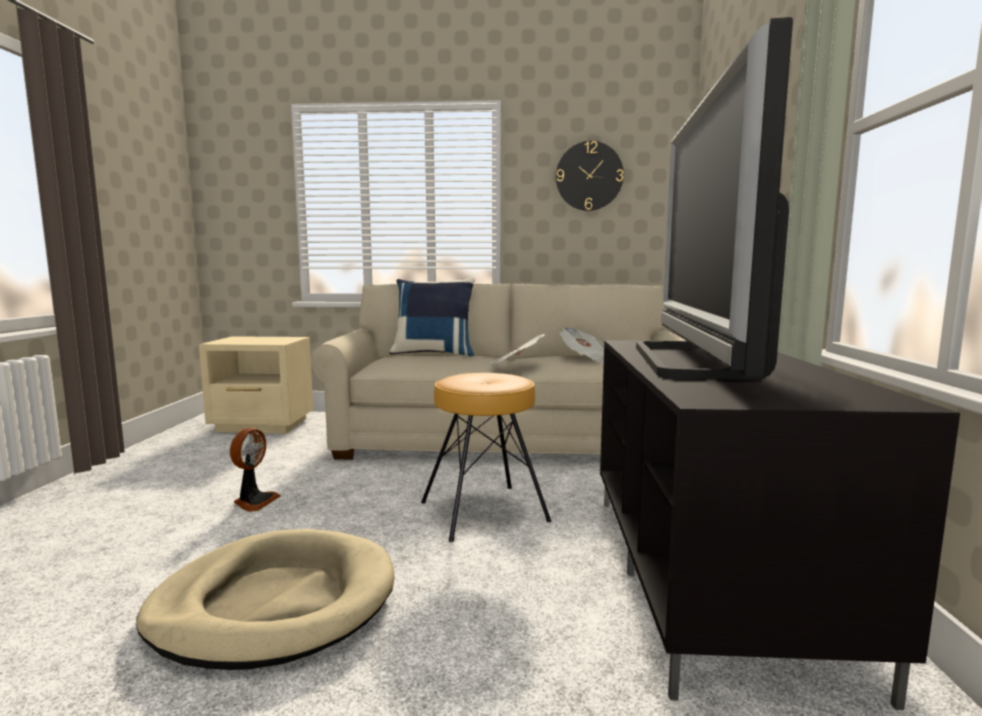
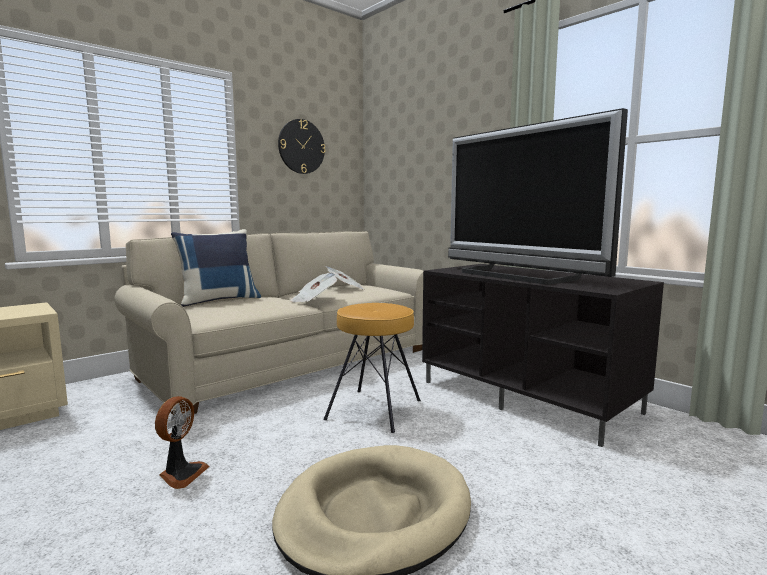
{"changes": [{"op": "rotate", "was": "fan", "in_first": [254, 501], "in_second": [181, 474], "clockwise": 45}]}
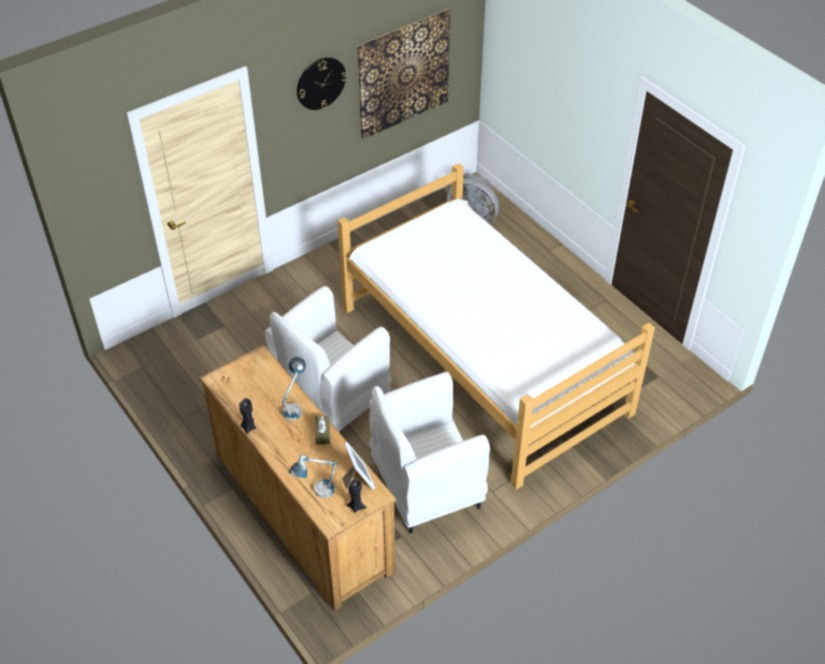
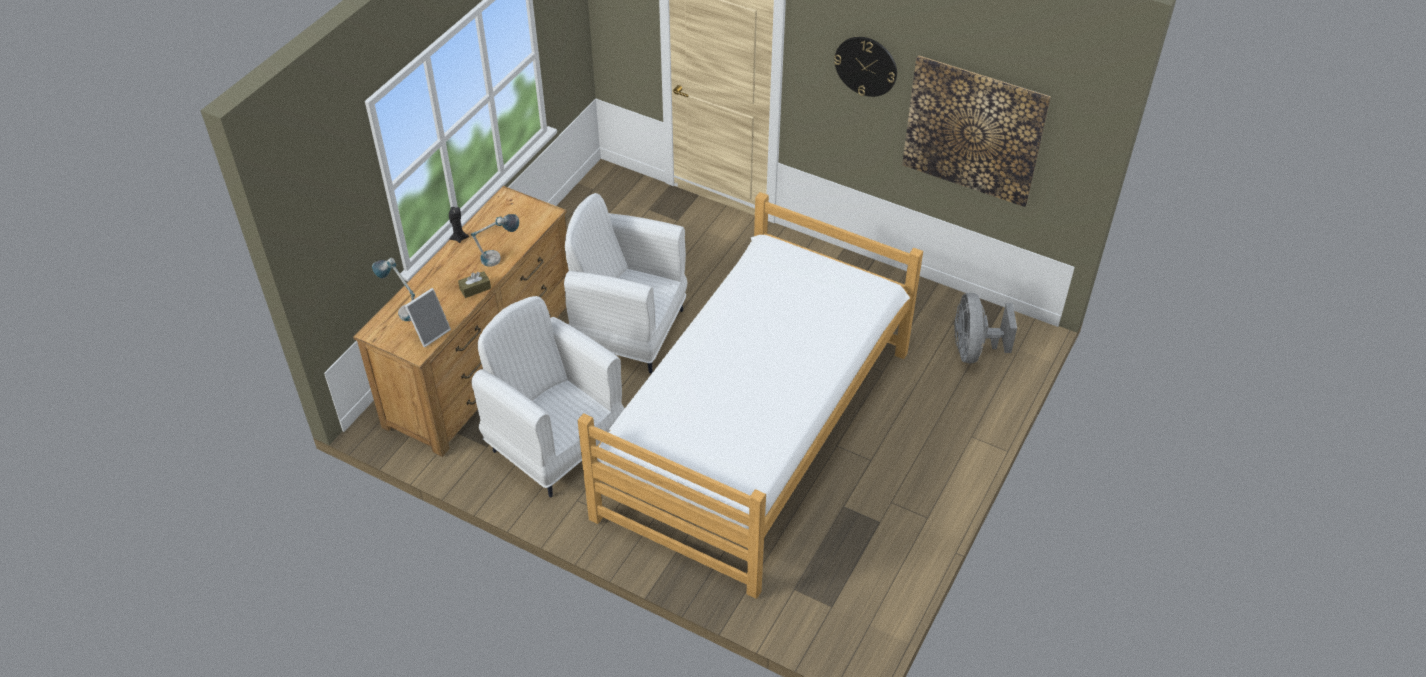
{"changes": [{"op": "delete", "was": "candle (black)", "in_first": [356, 506]}]}
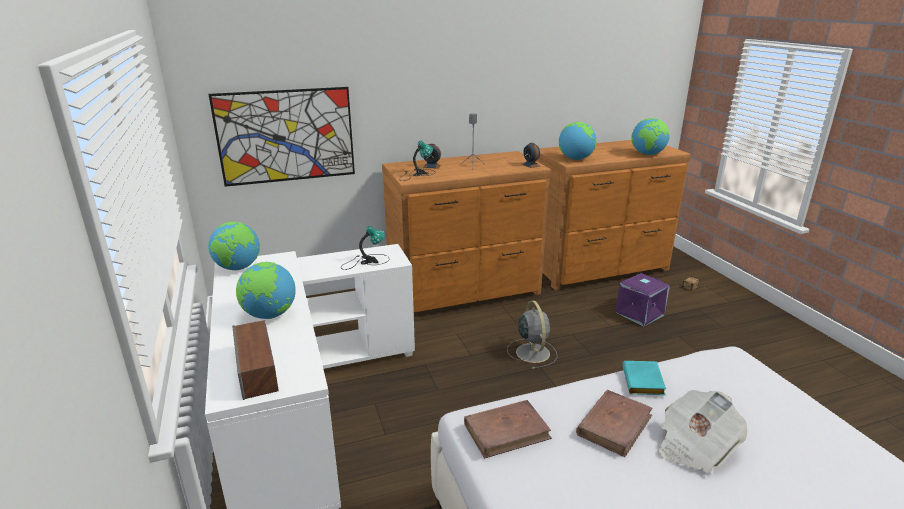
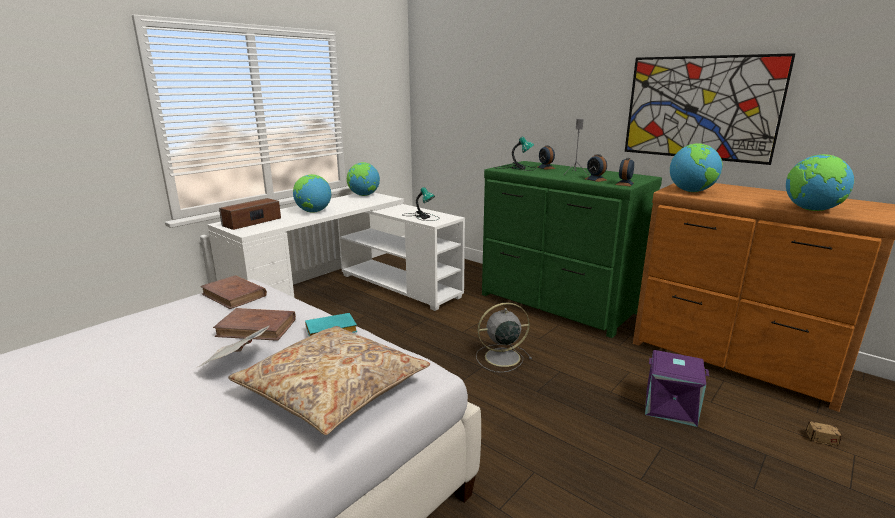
{"changes": [{"op": "move", "was": "picture", "in_first": [286, 136], "in_second": [700, 108]}, {"op": "recolor", "was": "dresser (brown)", "now": "dresser (green)", "in_first": [465, 290], "in_second": [557, 304]}, {"op": "rotate", "was": "fan (grey)", "in_first": [532, 352], "in_second": [500, 357], "clockwise": -150}, {"op": "insert", "now": "pillow (beige)", "in_second": [333, 389]}, {"op": "insert", "now": "alarm clock", "in_second": [595, 179]}]}
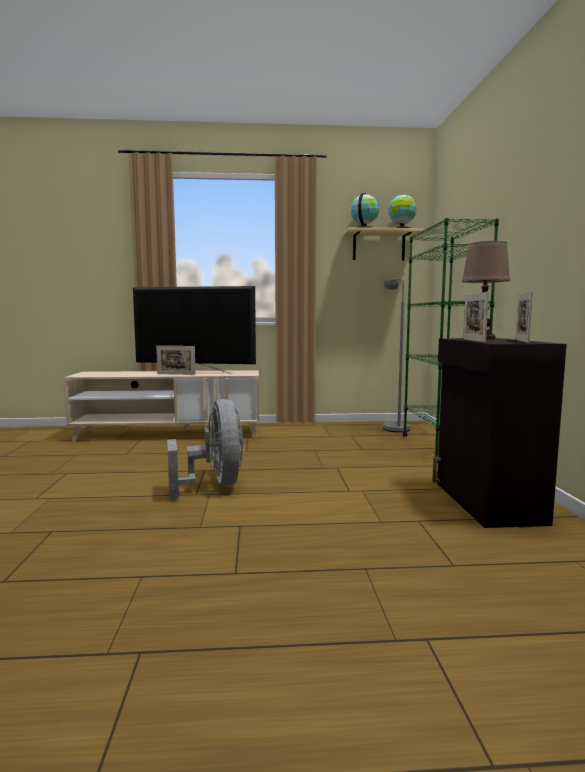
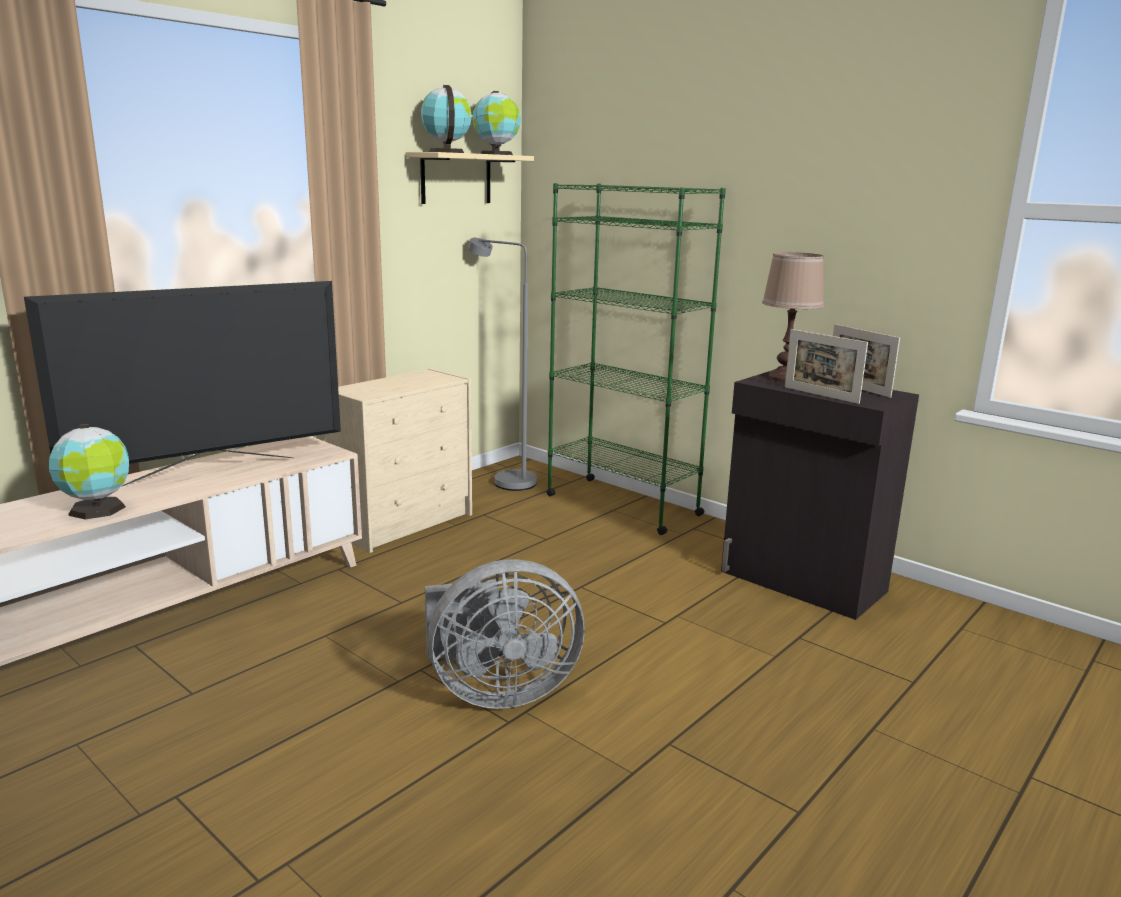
{"changes": [{"op": "delete", "was": "picture frame", "in_first": [176, 374]}, {"op": "rotate", "was": "fan (grey)", "in_first": [214, 485], "in_second": [497, 691], "clockwise": 135}, {"op": "insert", "now": "globe", "in_second": [97, 510]}, {"op": "insert", "now": "dresser (beige)", "in_second": [405, 523]}]}
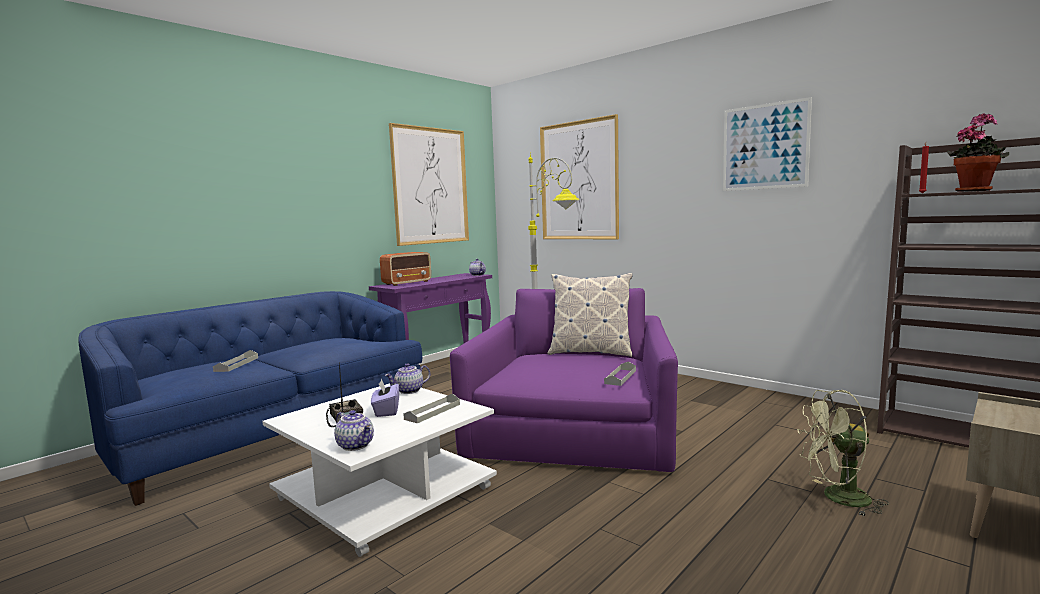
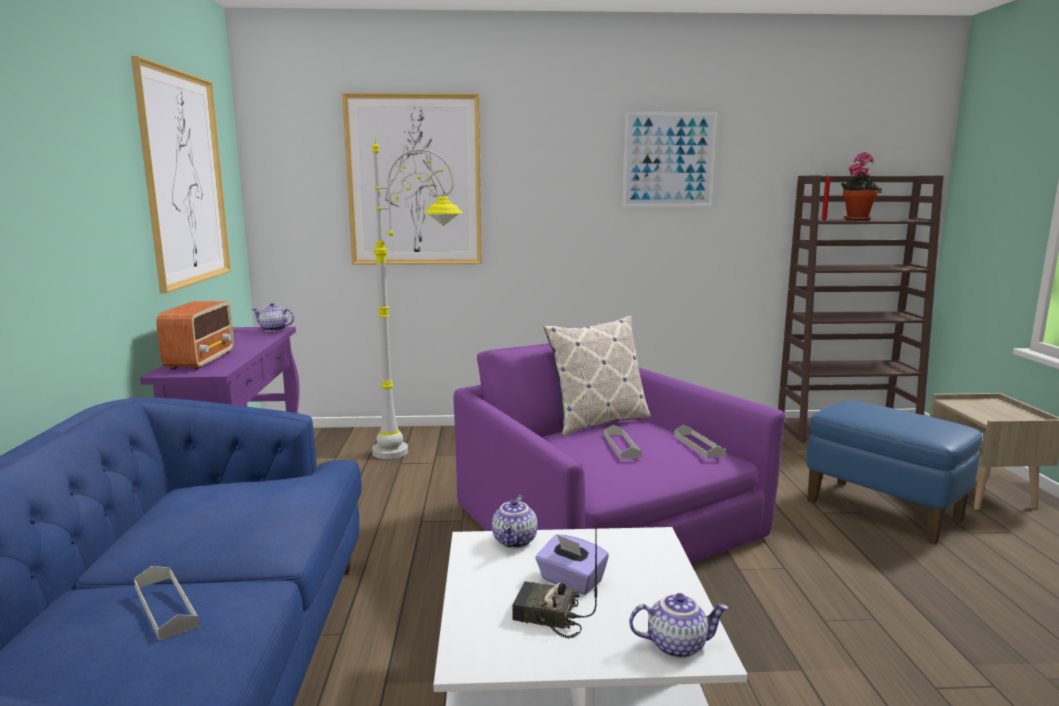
{"changes": [{"op": "move", "was": "tray (grey)", "in_first": [432, 412], "in_second": [621, 446]}, {"op": "replace", "was": "fan (green)", "now": "ottoman (blue)", "in_first": [837, 498], "in_second": [883, 511]}]}
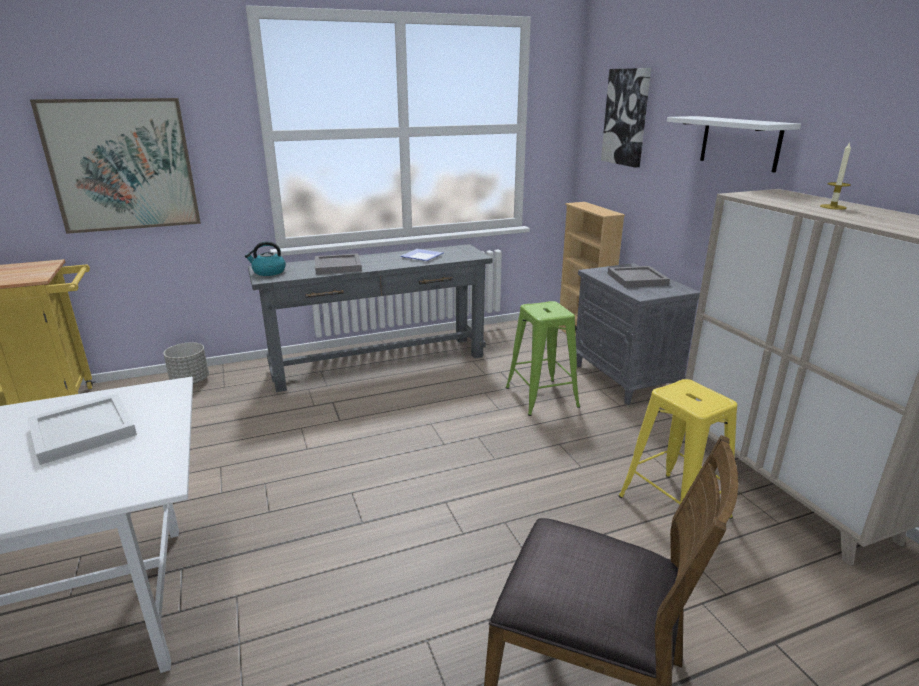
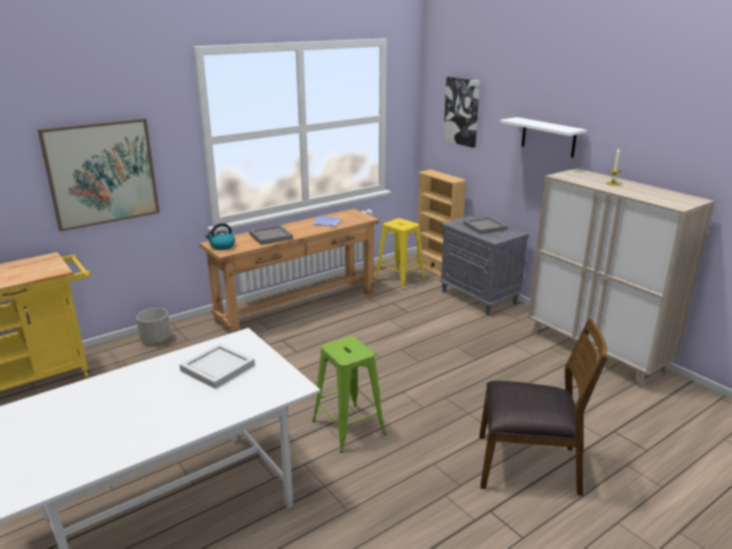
{"changes": [{"op": "recolor", "was": "console table (grey)", "now": "console table (brown)", "in_first": [379, 362], "in_second": [297, 306]}, {"op": "move", "was": "stool (green)", "in_first": [541, 397], "in_second": [348, 427]}, {"op": "move", "was": "stool (yellow)", "in_first": [673, 506], "in_second": [399, 279]}]}
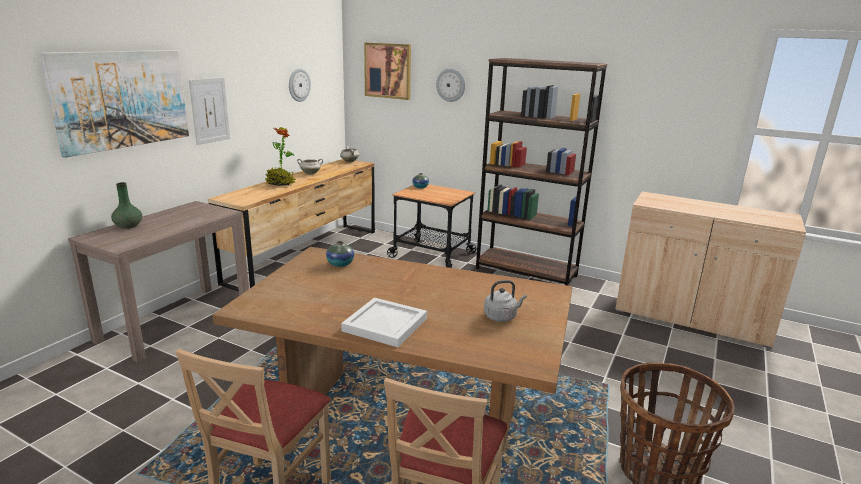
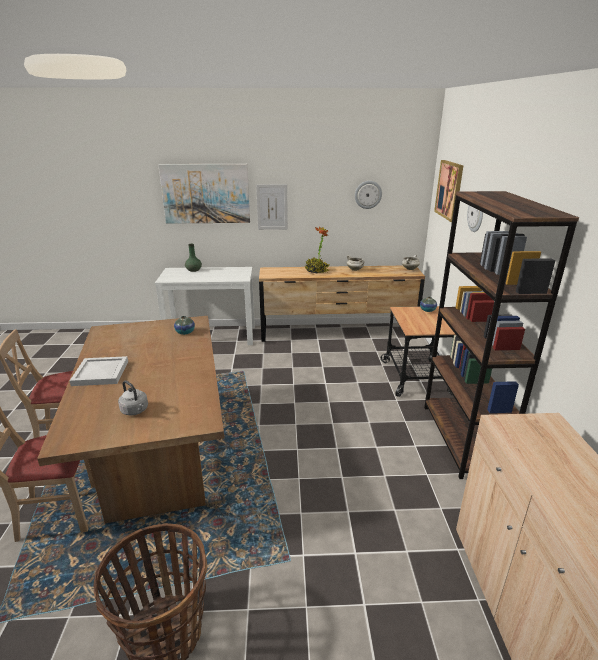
{"changes": [{"op": "recolor", "was": "console table (brown)", "now": "console table (white)", "in_first": [177, 320], "in_second": [212, 336]}]}
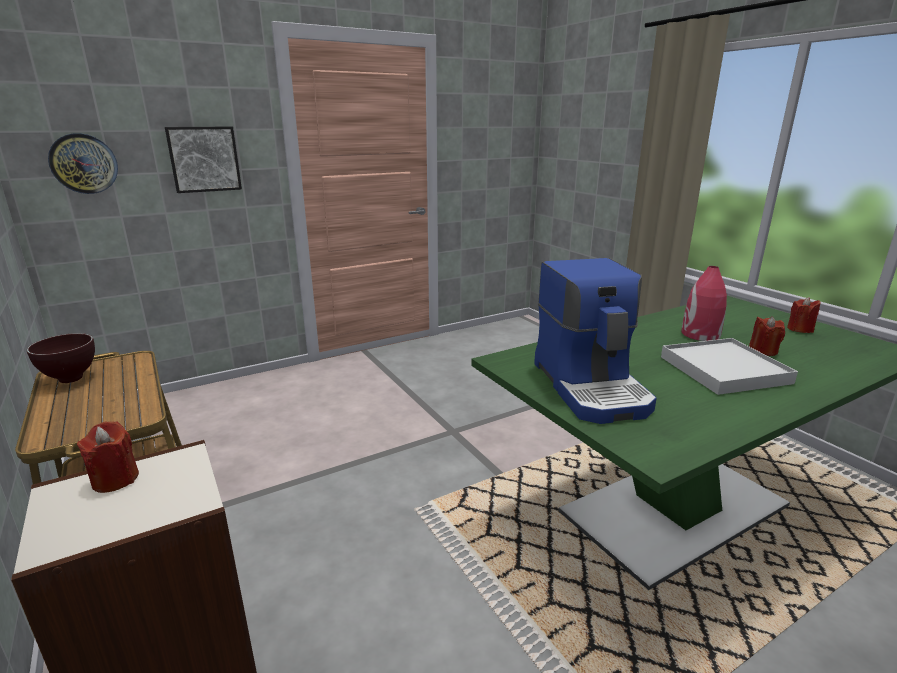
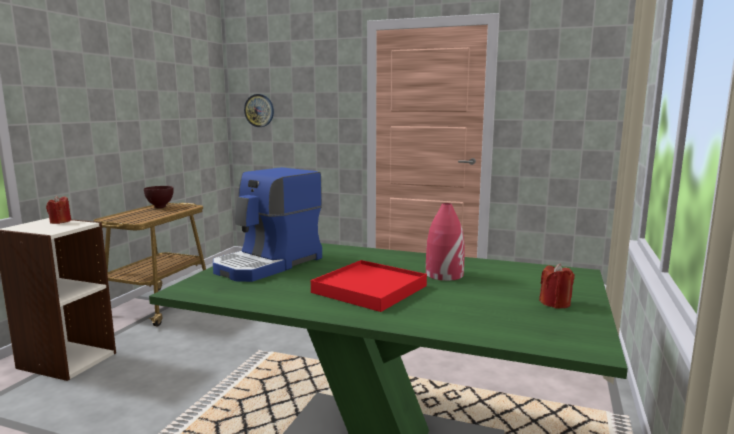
{"changes": [{"op": "delete", "was": "picture", "in_first": [204, 159]}, {"op": "recolor", "was": "tray (white)", "now": "tray (red)", "in_first": [724, 370], "in_second": [369, 289]}, {"op": "delete", "was": "candle (red)", "in_first": [763, 351]}]}
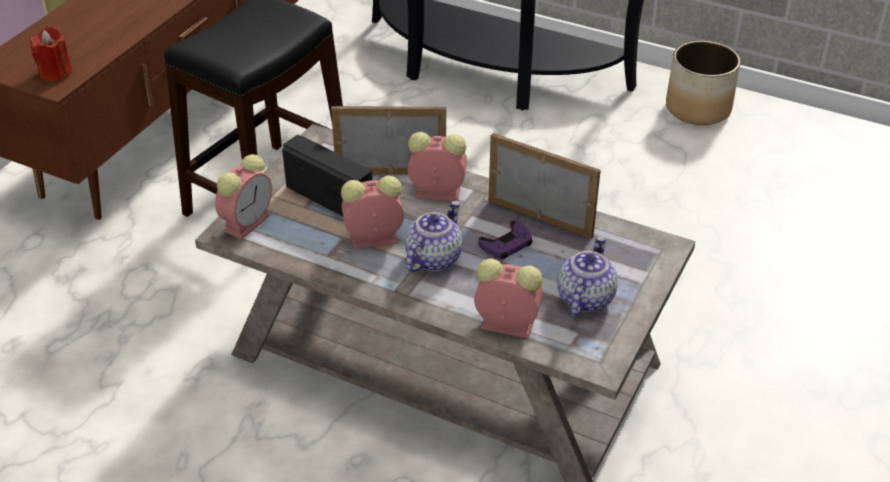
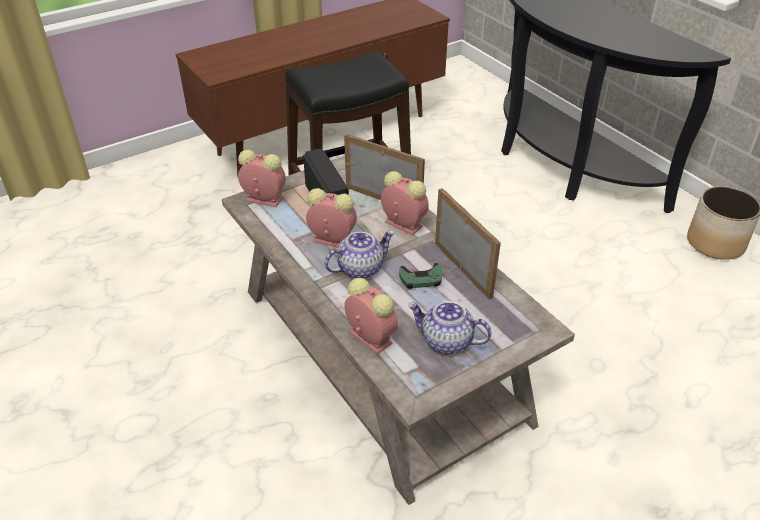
{"changes": [{"op": "delete", "was": "candle (red)", "in_first": [55, 72]}, {"op": "rotate", "was": "alarm clock", "in_first": [248, 222], "in_second": [262, 199], "clockwise": -135}, {"op": "recolor", "was": "game controller (purple)", "now": "game controller (green)", "in_first": [506, 244], "in_second": [421, 279]}, {"op": "rotate", "was": "teapot", "in_first": [584, 297], "in_second": [446, 341], "clockwise": -120}]}
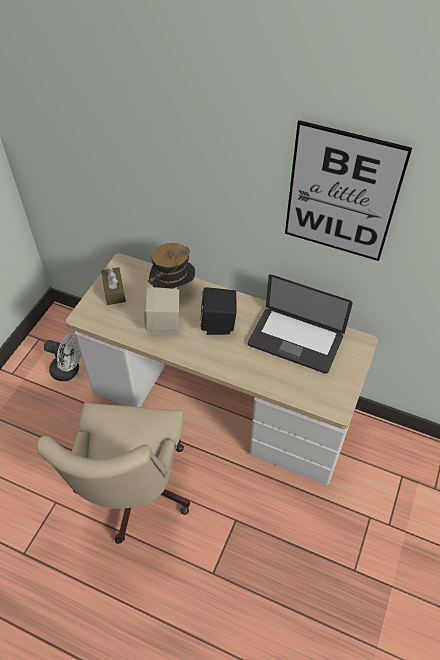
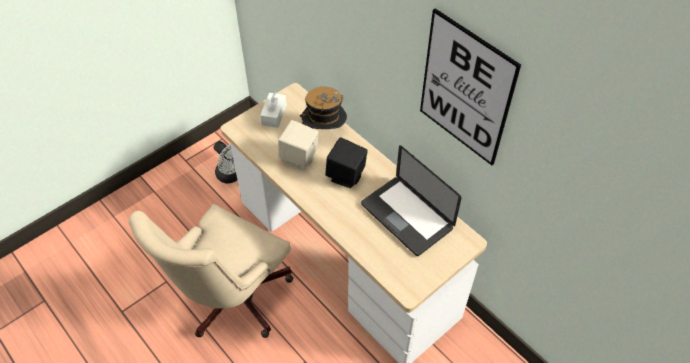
{"changes": [{"op": "recolor", "was": "tissue box (brown)", "now": "tissue box (white)", "in_first": [114, 291], "in_second": [274, 115]}]}
